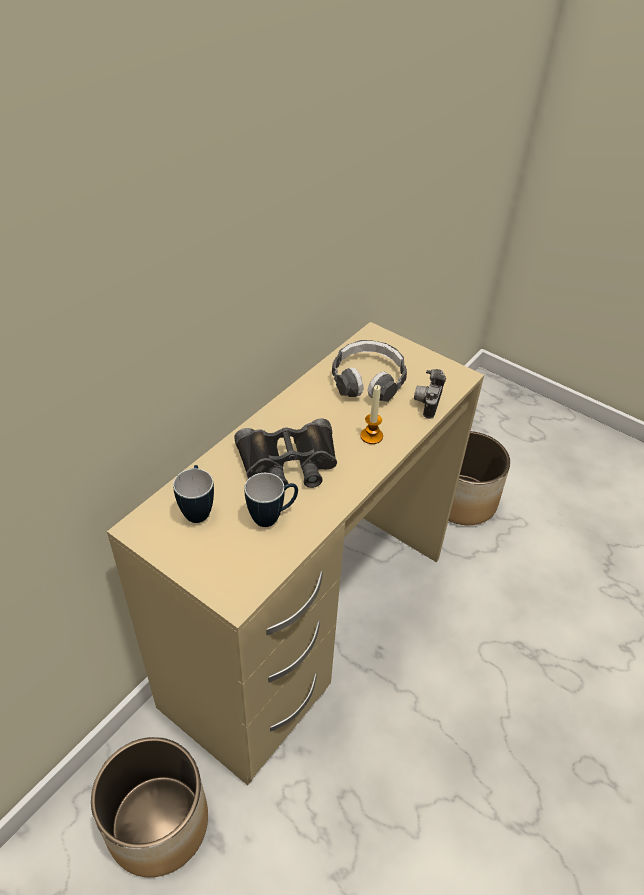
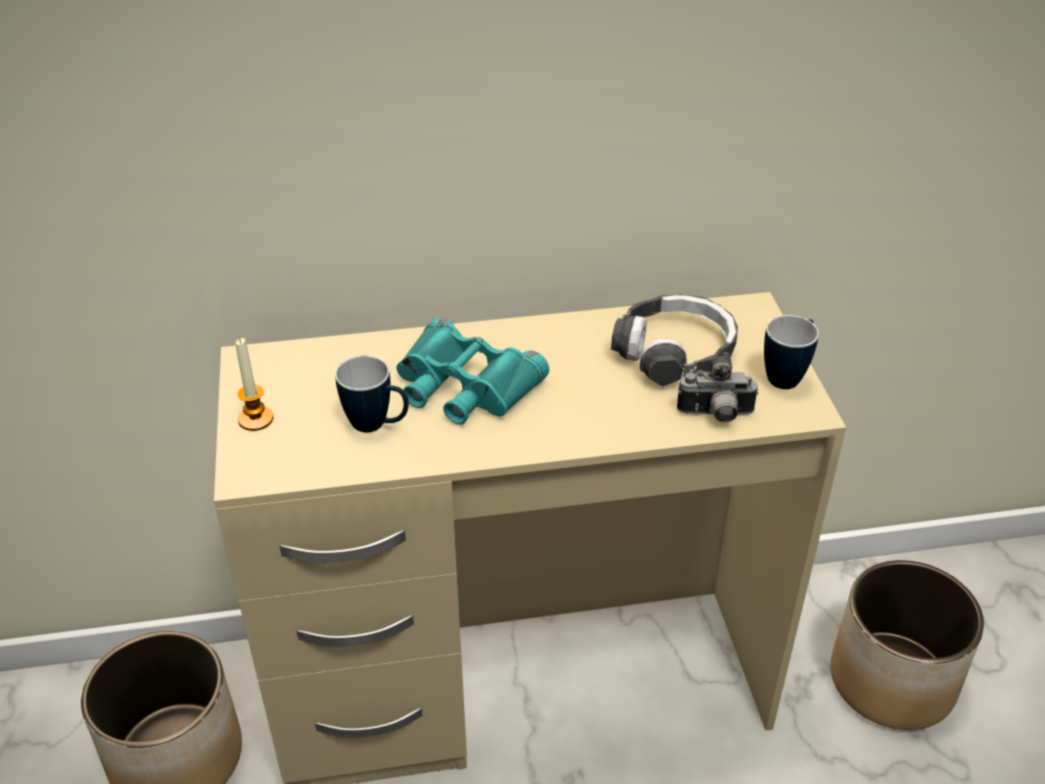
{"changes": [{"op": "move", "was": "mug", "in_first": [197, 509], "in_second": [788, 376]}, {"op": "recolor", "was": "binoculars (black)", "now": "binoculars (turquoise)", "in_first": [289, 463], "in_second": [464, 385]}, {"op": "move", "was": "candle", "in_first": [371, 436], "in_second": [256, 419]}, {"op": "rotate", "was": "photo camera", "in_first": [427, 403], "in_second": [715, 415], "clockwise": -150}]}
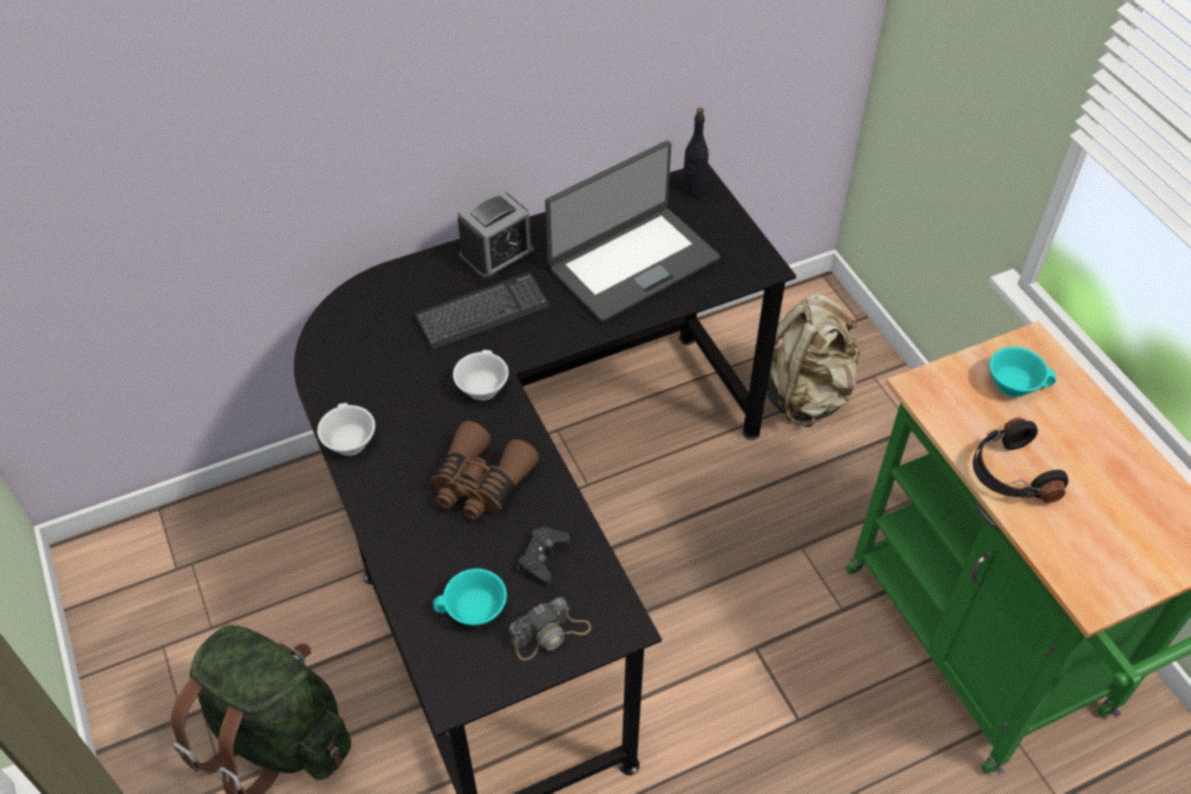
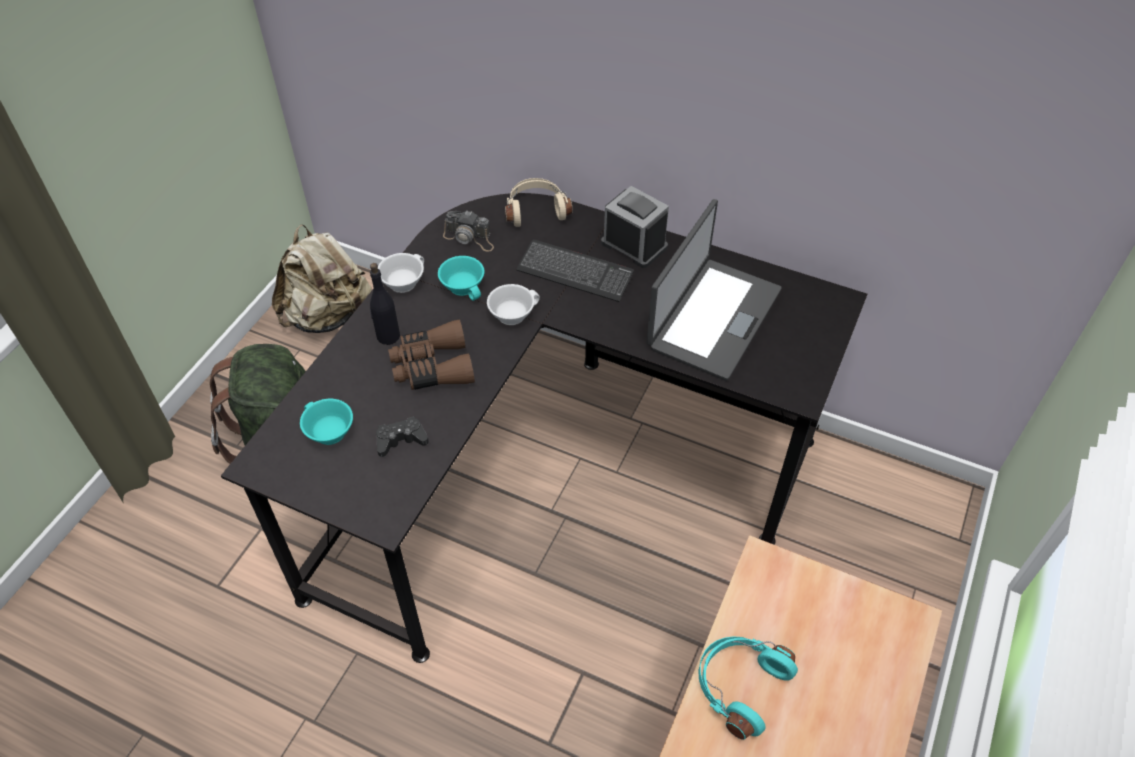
{"changes": [{"op": "rotate", "was": "alarm clock", "in_first": [496, 255], "in_second": [634, 245], "clockwise": -150}, {"op": "move", "was": "photo camera", "in_first": [550, 634], "in_second": [470, 238]}, {"op": "rotate", "was": "laptop", "in_first": [632, 262], "in_second": [712, 318], "clockwise": -75}, {"op": "move", "was": "bottle (black)", "in_first": [693, 190], "in_second": [388, 336]}, {"op": "move", "was": "backpack (beige)", "in_first": [805, 393], "in_second": [328, 316]}, {"op": "recolor", "was": "headphones (black)", "now": "headphones (turquoise)", "in_first": [1010, 474], "in_second": [739, 685]}, {"op": "move", "was": "cup (turquoise)", "in_first": [1014, 382], "in_second": [465, 286]}, {"op": "insert", "now": "headphones (beige)", "in_second": [536, 209]}]}
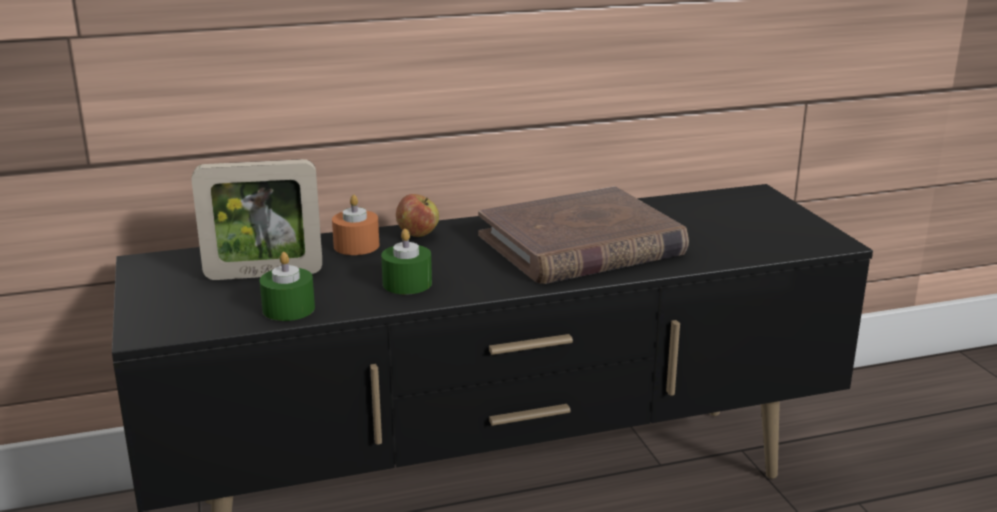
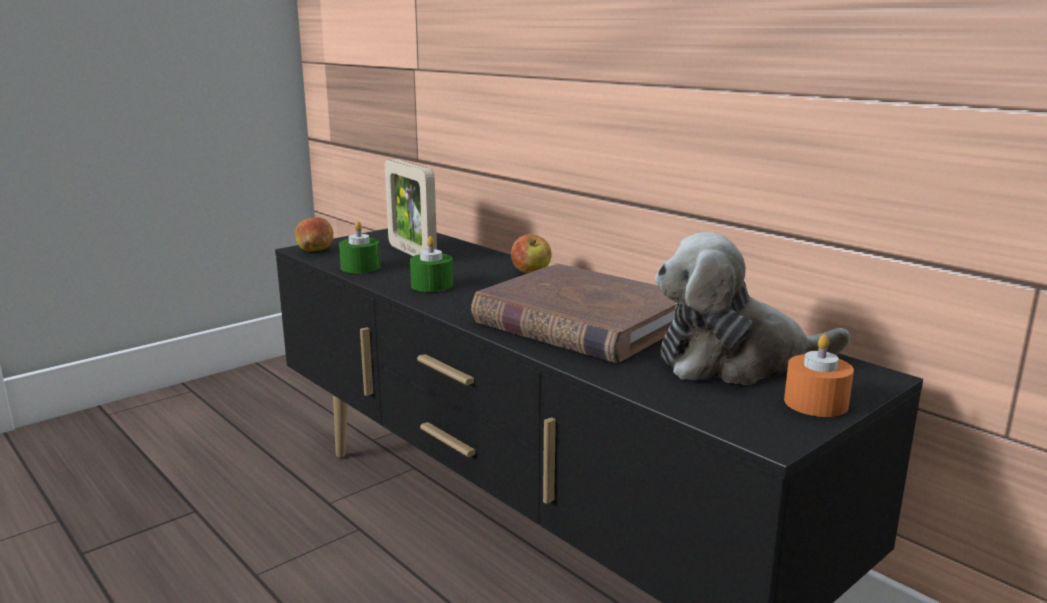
{"changes": [{"op": "move", "was": "candle (orange)", "in_first": [356, 246], "in_second": [815, 403]}, {"op": "insert", "now": "apple", "in_second": [315, 251]}, {"op": "insert", "now": "plush toy", "in_second": [736, 361]}]}
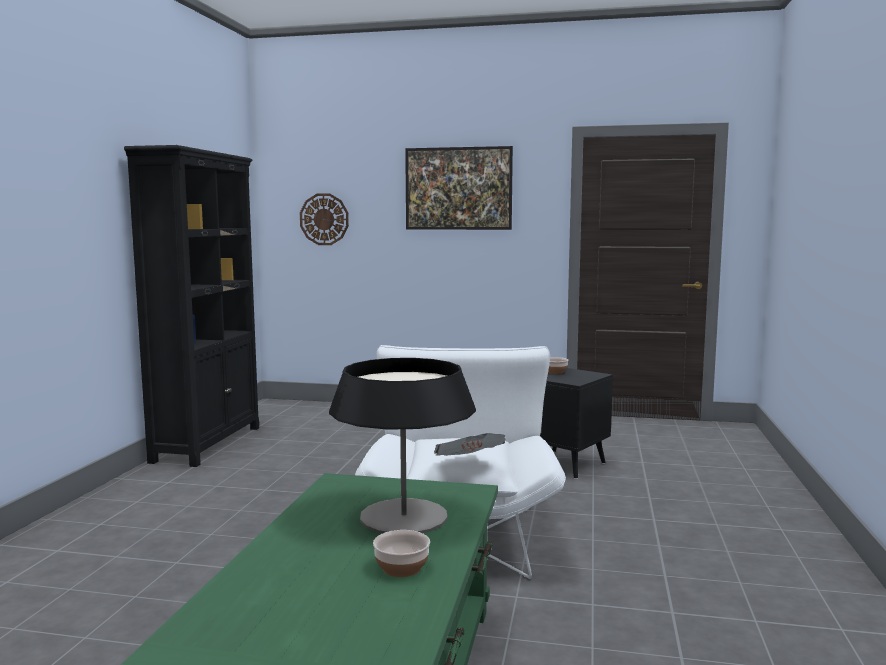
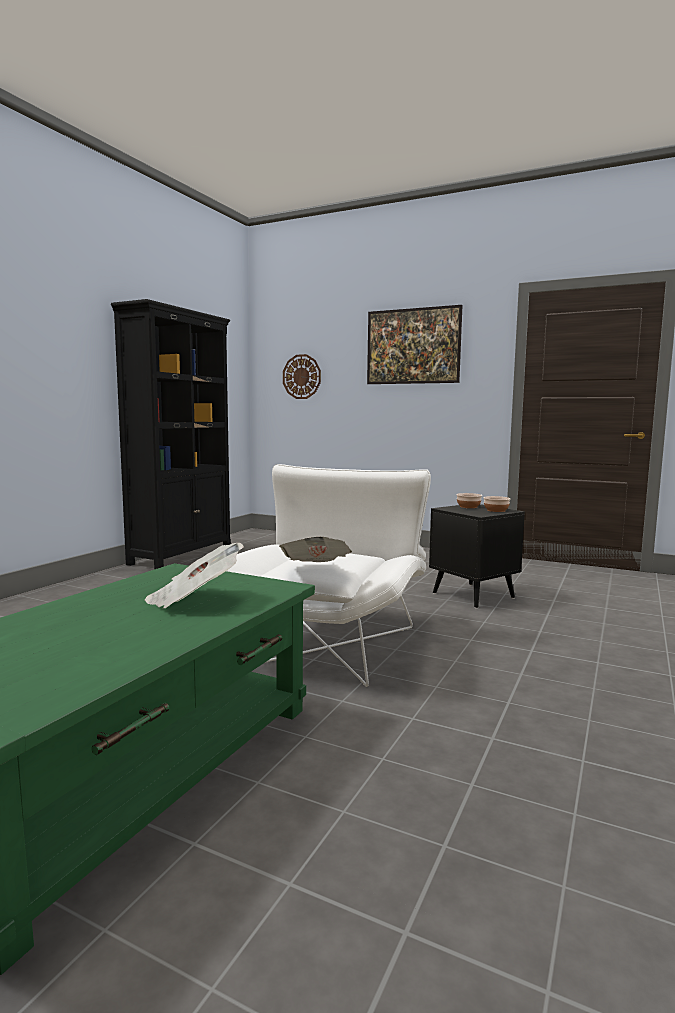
{"changes": [{"op": "replace", "was": "table lamp", "now": "newspaper", "in_first": [403, 517], "in_second": [194, 600]}, {"op": "move", "was": "bowl", "in_first": [402, 567], "in_second": [496, 510]}]}
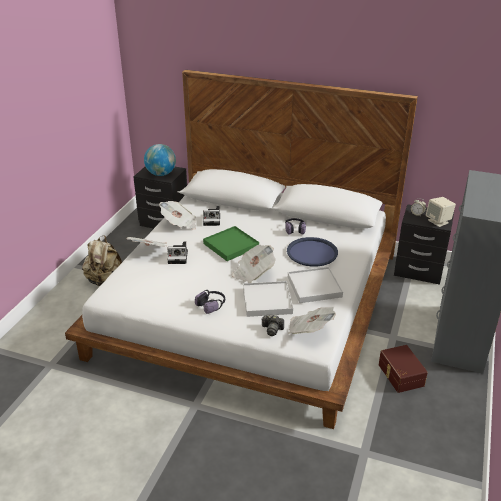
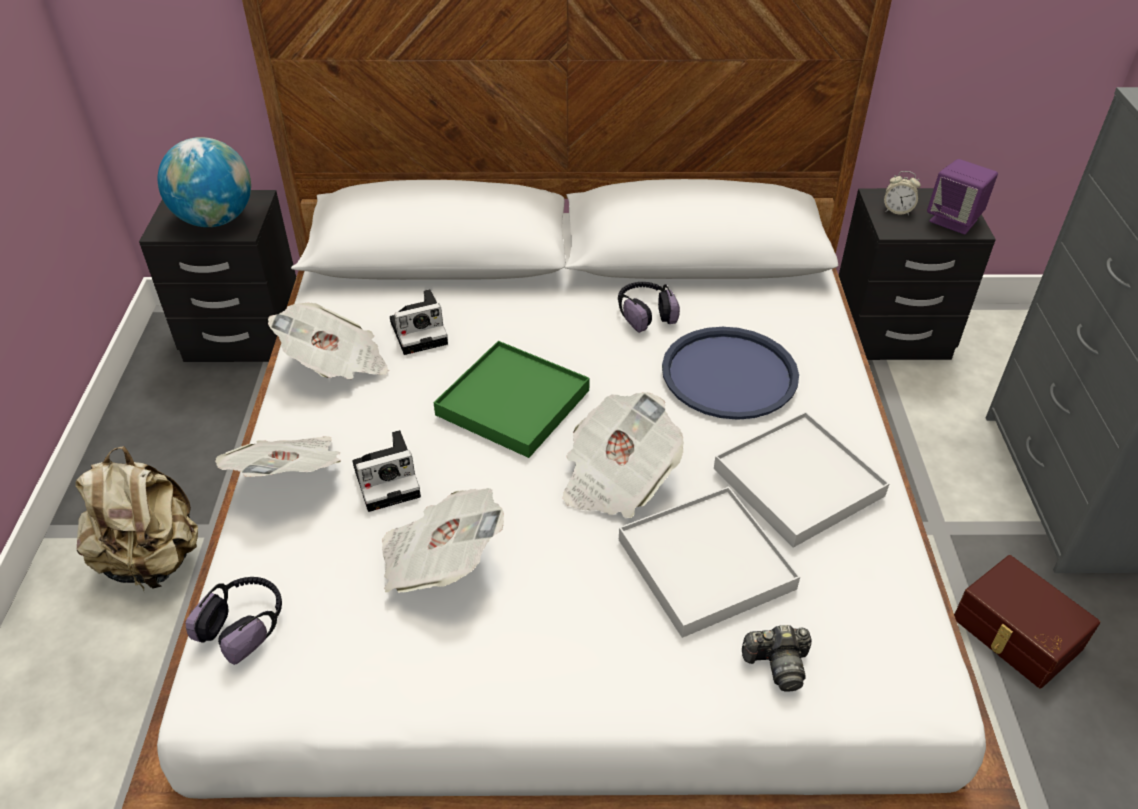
{"changes": [{"op": "move", "was": "headphones", "in_first": [211, 305], "in_second": [244, 625]}, {"op": "move", "was": "newspaper", "in_first": [309, 330], "in_second": [440, 561]}, {"op": "recolor", "was": "speaker (beige)", "now": "speaker (purple)", "in_first": [438, 221], "in_second": [954, 220]}]}
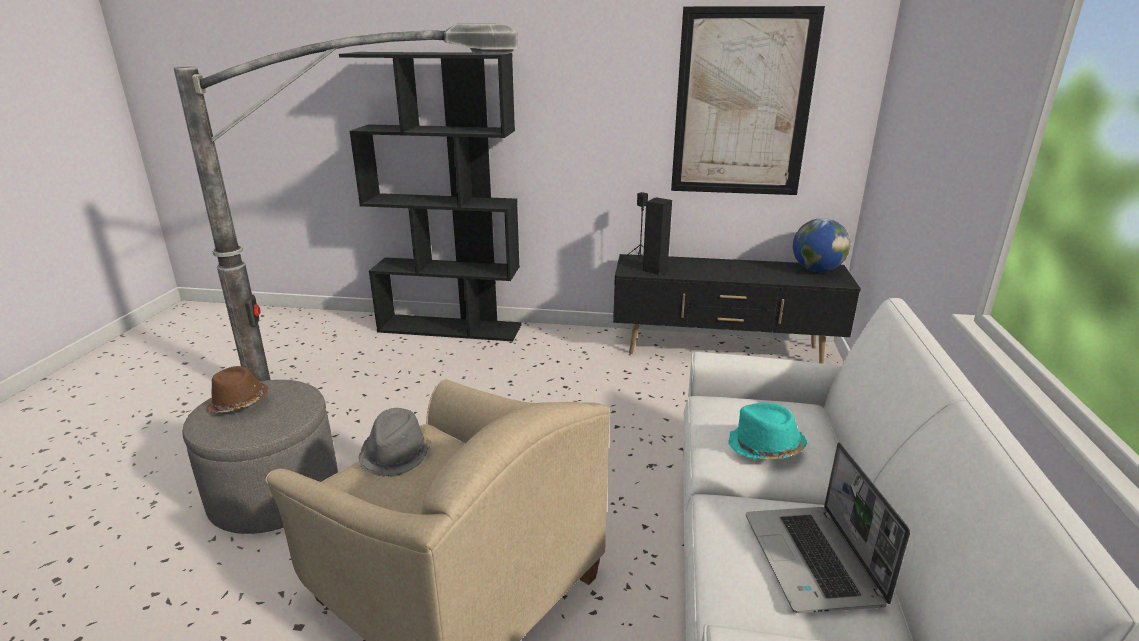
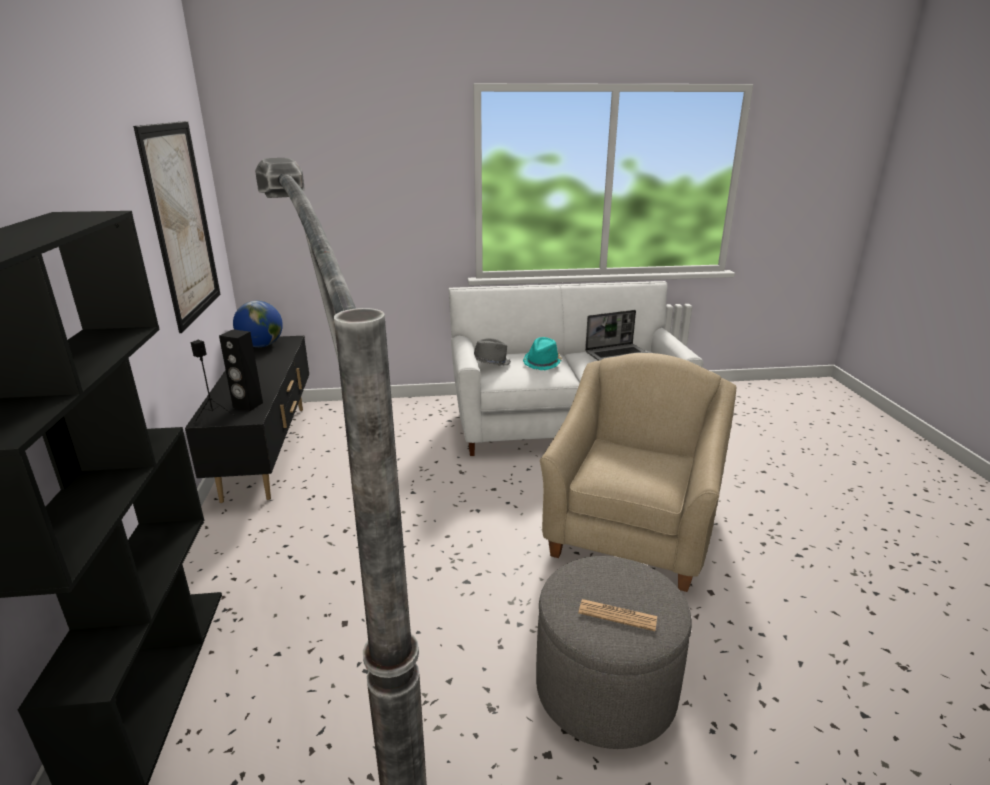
{"changes": [{"op": "replace", "was": "hat (brown)", "now": "newspaper", "in_first": [239, 404], "in_second": [617, 615]}, {"op": "move", "was": "hat (grey)", "in_first": [397, 454], "in_second": [490, 362]}]}
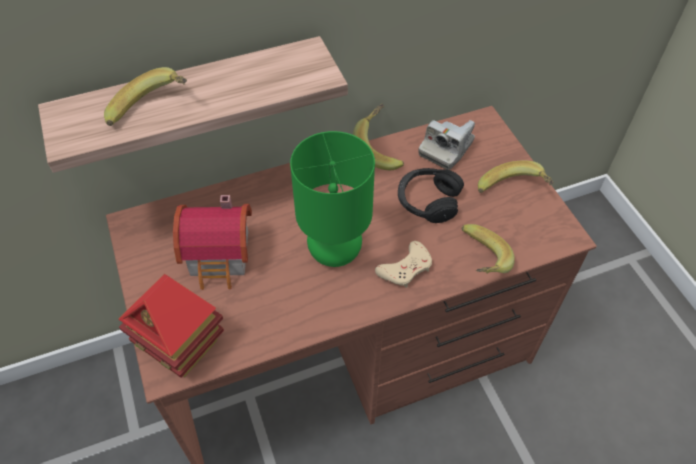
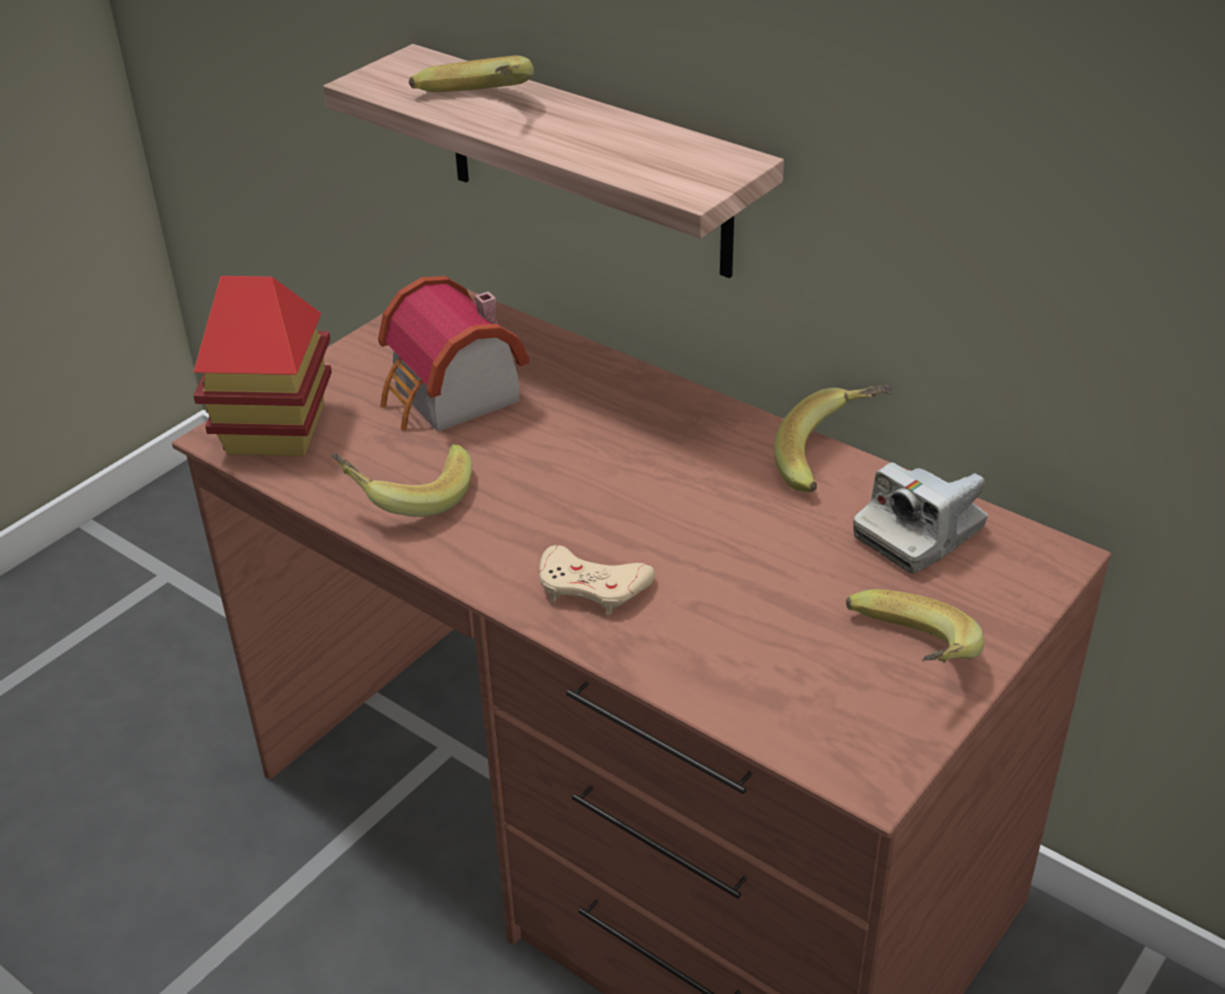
{"changes": [{"op": "delete", "was": "table lamp (green)", "in_first": [335, 251]}, {"op": "delete", "was": "headphones (black)", "in_first": [428, 201]}, {"op": "rotate", "was": "photo camera", "in_first": [446, 149], "in_second": [919, 534], "clockwise": -45}, {"op": "move", "was": "banana", "in_first": [478, 261], "in_second": [407, 495]}]}
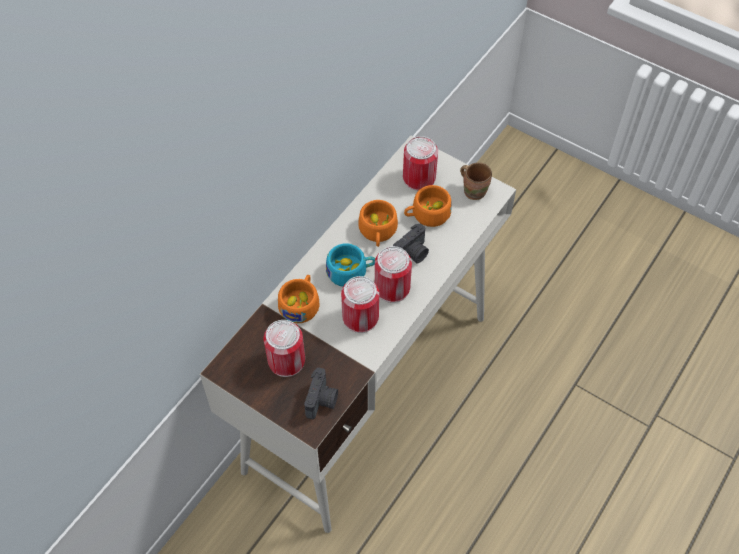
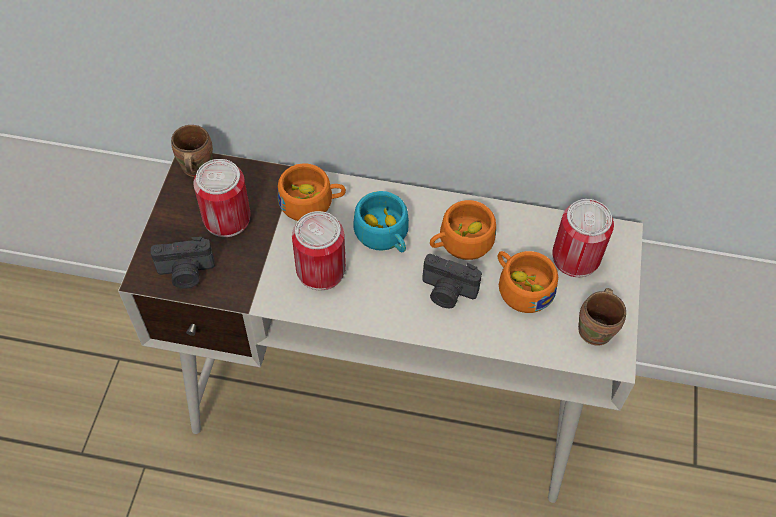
{"changes": [{"op": "delete", "was": "can", "in_first": [392, 288]}, {"op": "insert", "now": "mug (brown)", "in_second": [195, 168]}]}
